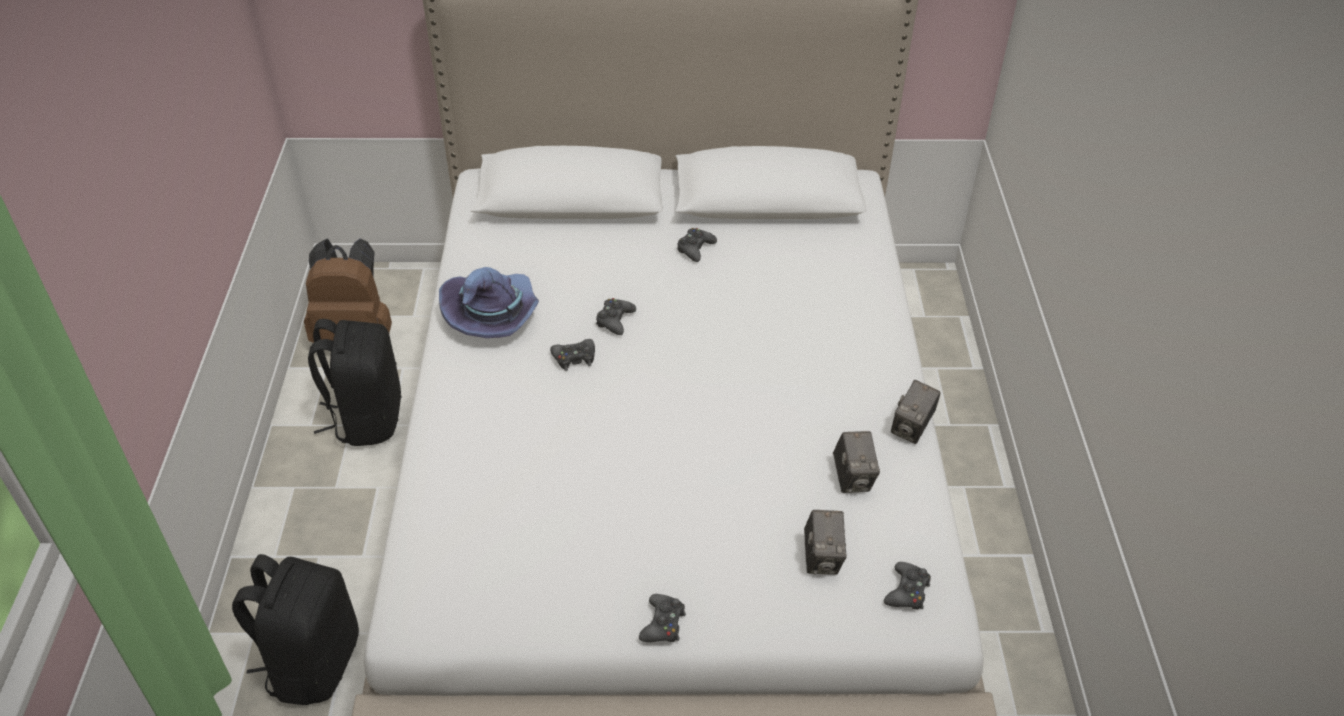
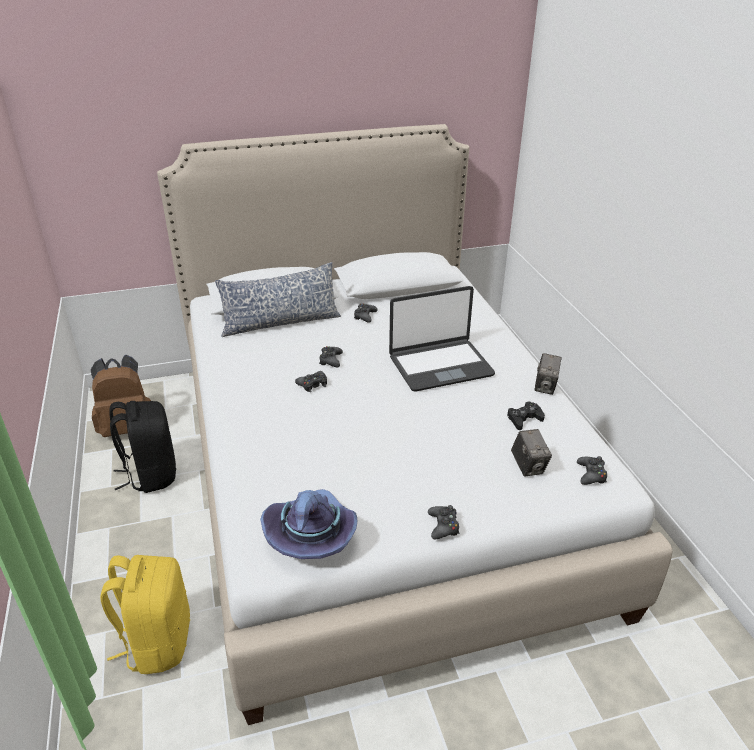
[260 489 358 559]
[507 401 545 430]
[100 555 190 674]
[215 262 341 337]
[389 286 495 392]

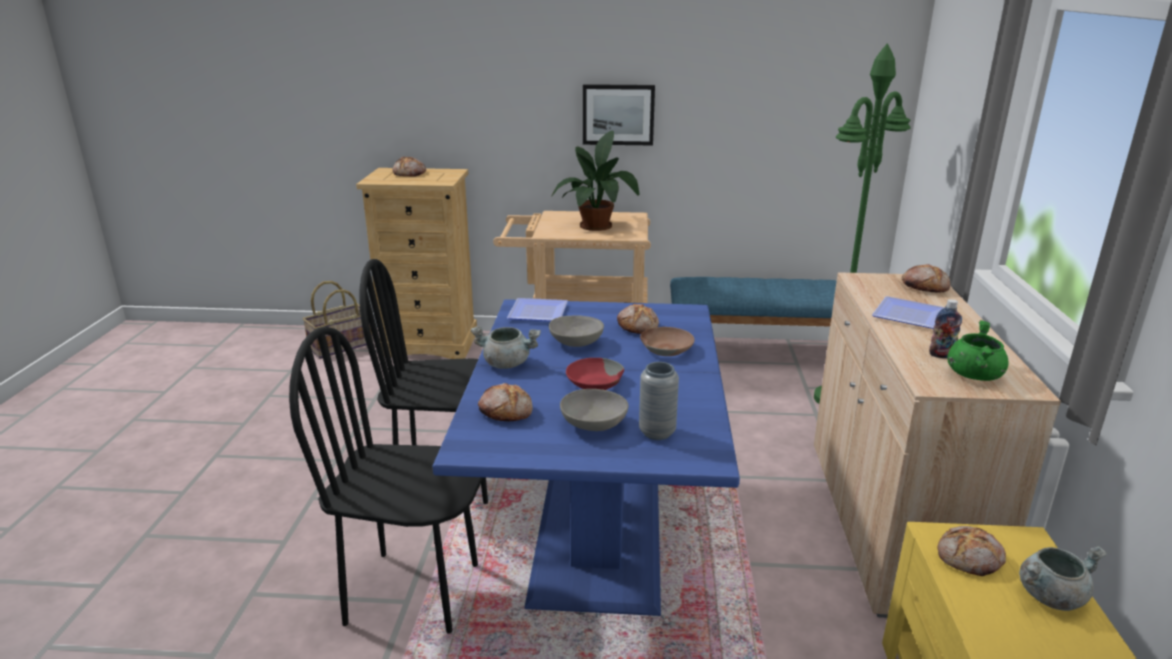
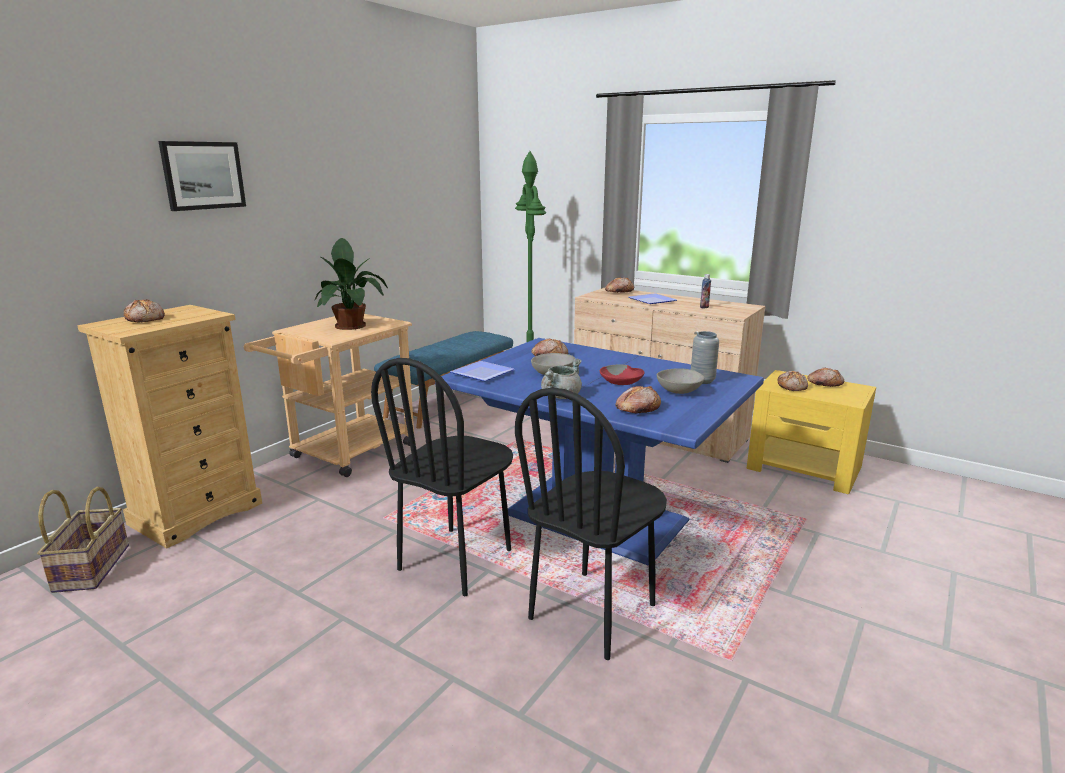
[158 141 246 211]
[948 320 1009 381] (first image)
[640 327 694 356] (first image)
[807 368 844 387]

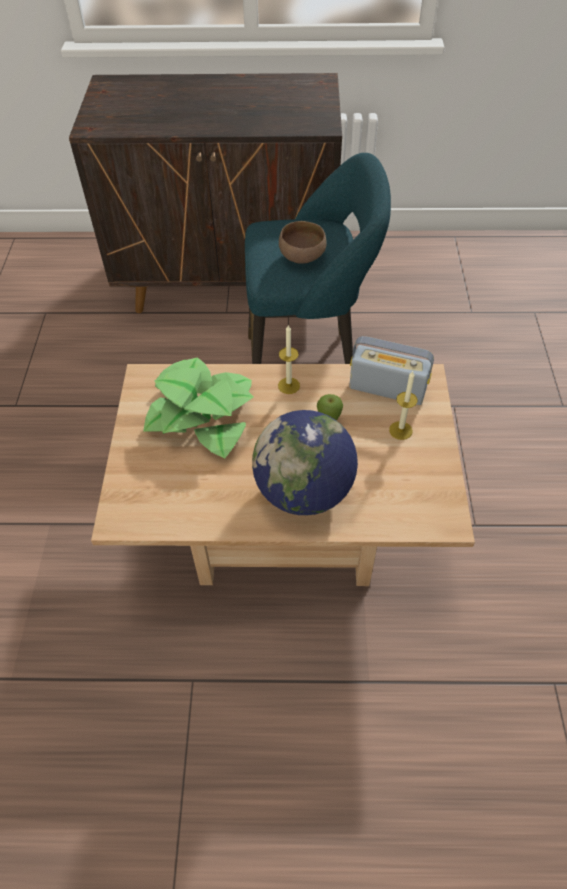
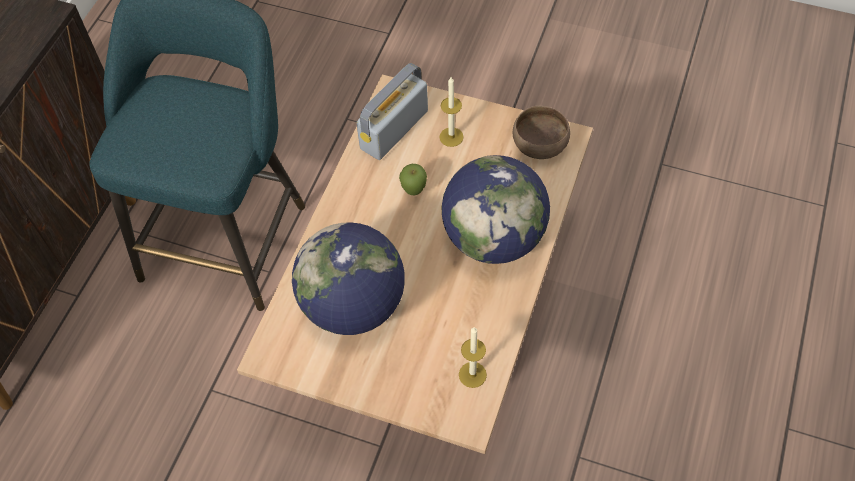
[513 106 570 159]
[459 327 487 388]
[292 222 405 335]

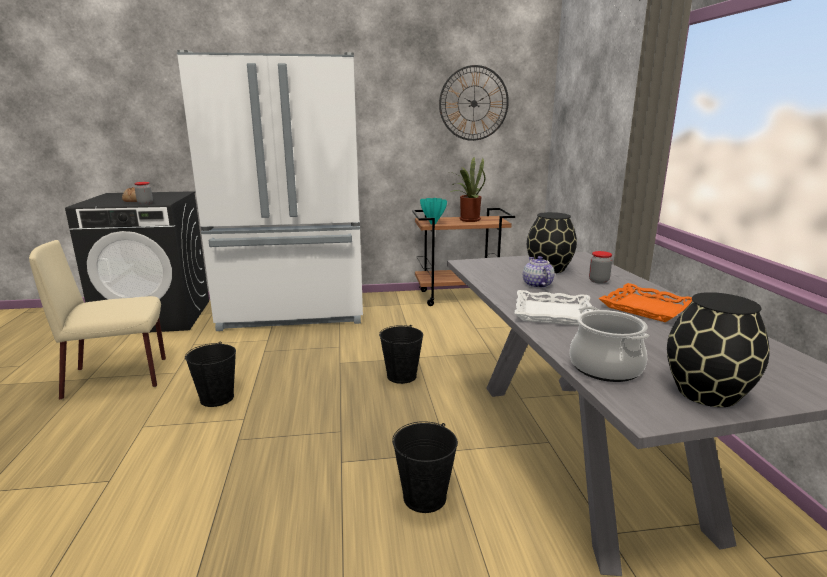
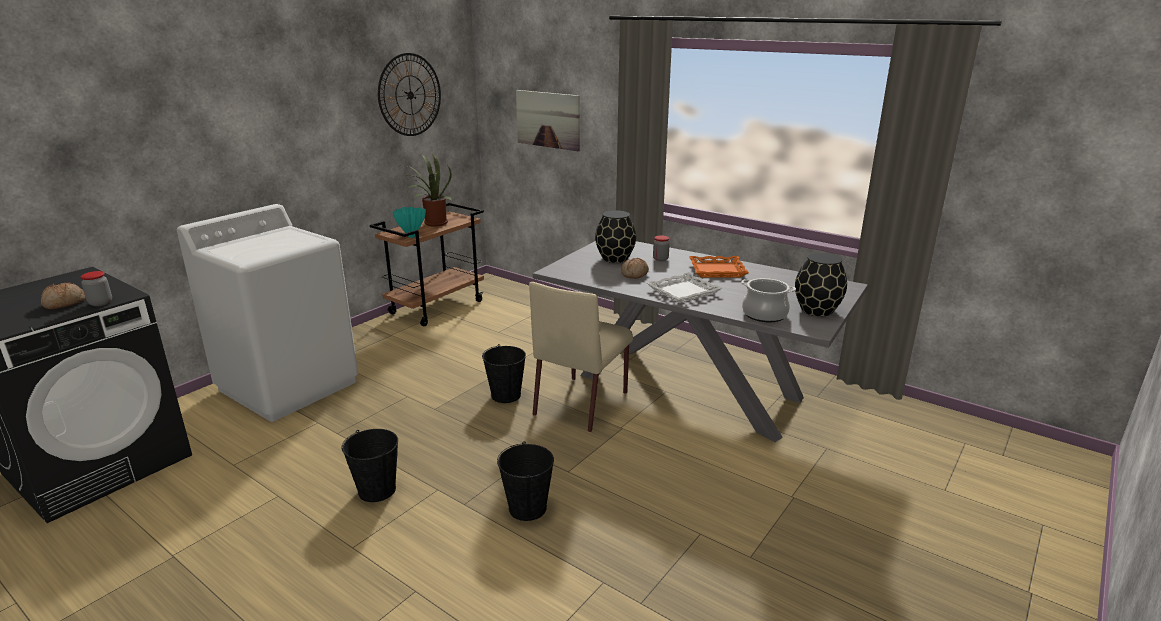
[177 204 358 422]
[529 282 633 432]
[621 258 649 279]
[497 441 554 521]
[516 90 580 151]

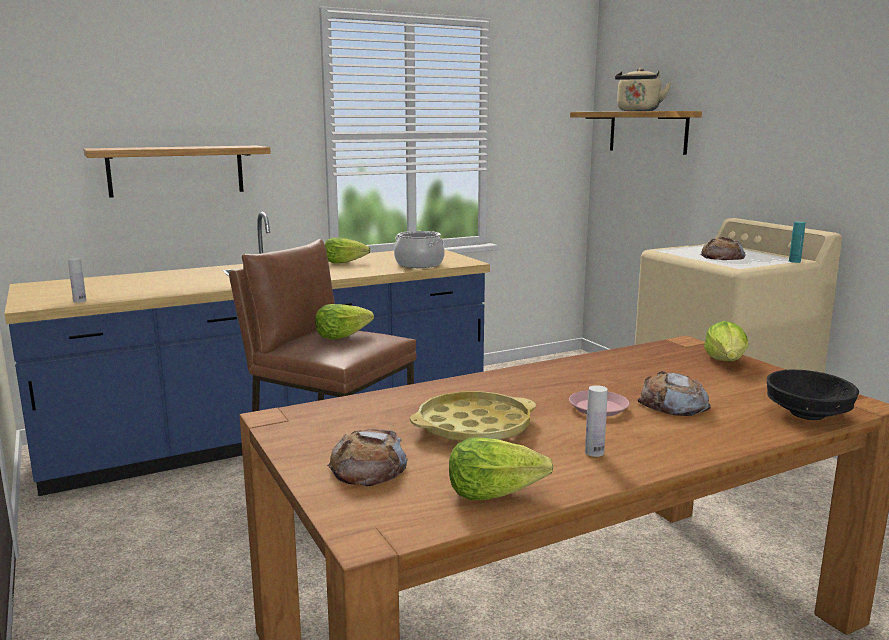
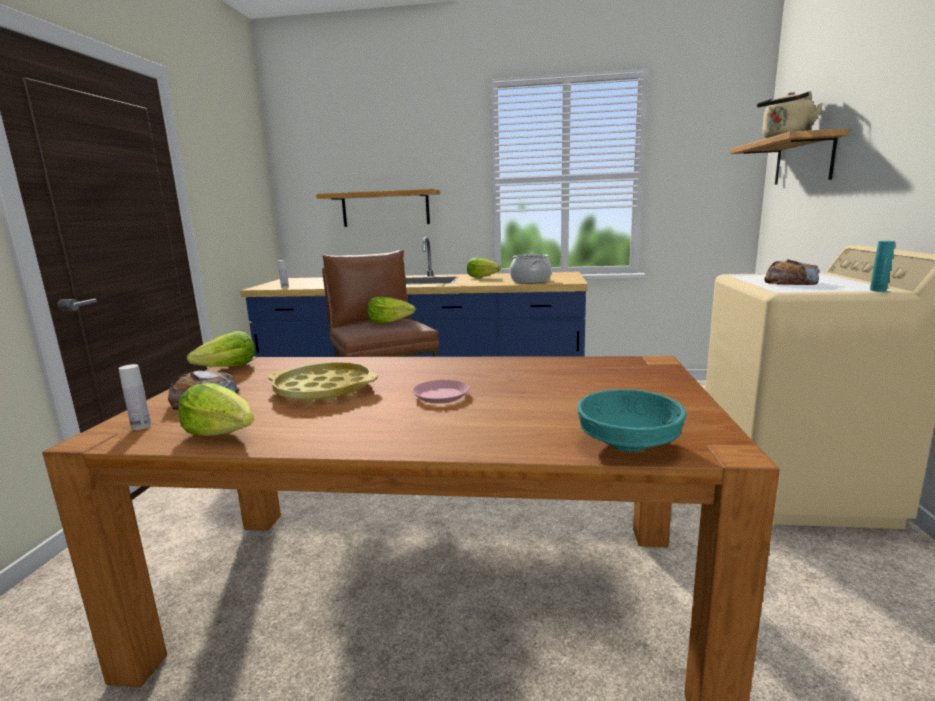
[187 331 255 367]
[577 389 687 452]
[638 371 711 416] (first image)
[119 364 151 430]

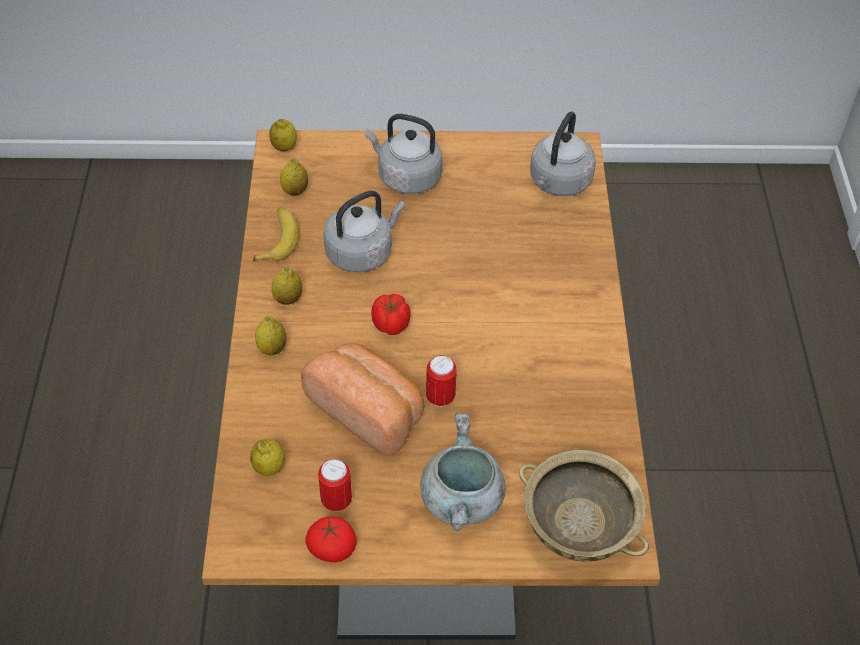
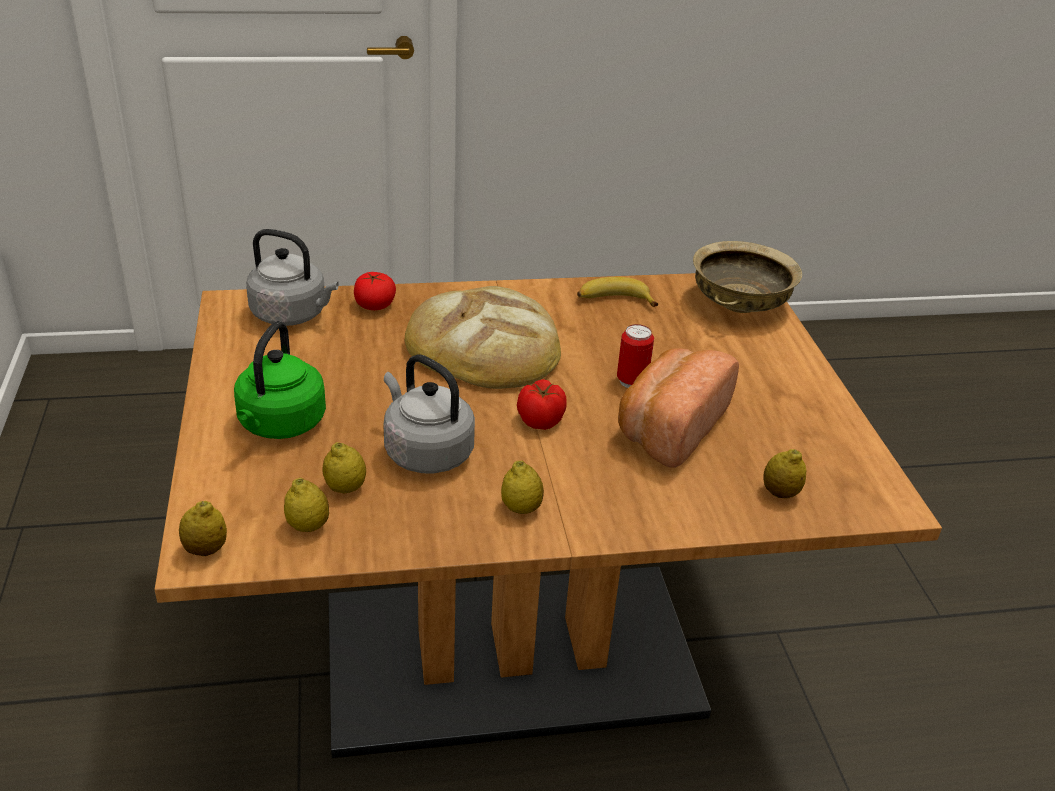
[234 321 326 439]
[577 277 658 307]
[322 442 366 493]
[420 413 506 531] (first image)
[318 459 352 512] (first image)
[354 272 396 310]
[405 286 561 389]

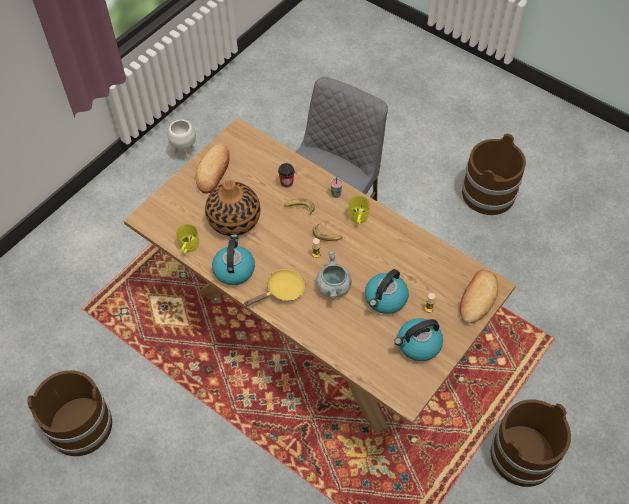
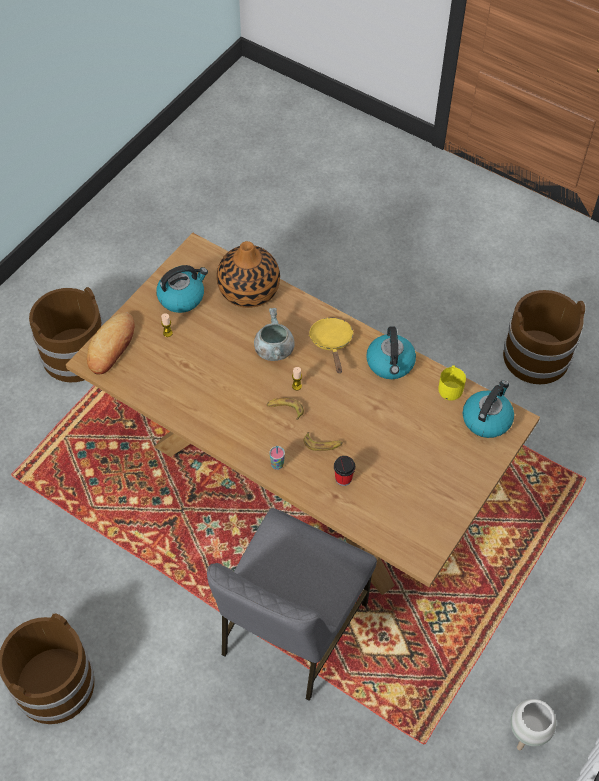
[196 144 230 194] (first image)
[217 241 280 308]
[349 196 370 224] (first image)
[309 318 354 373]
[463 380 514 438]

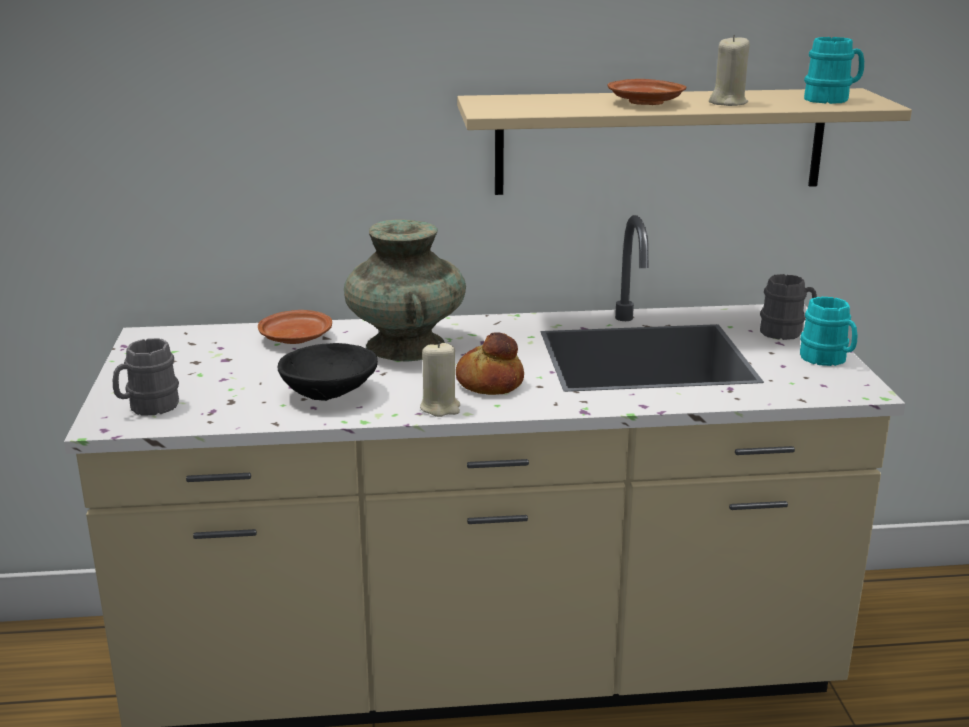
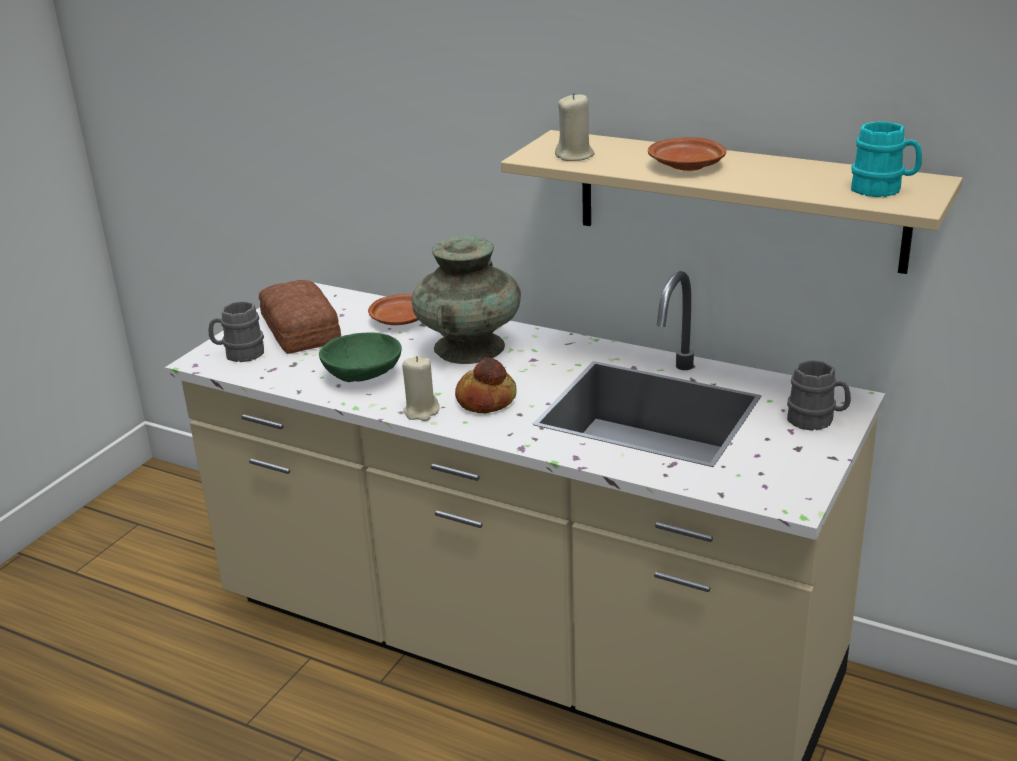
[555 93 595 161]
[800 297 857 366] (first image)
[319 333 402 382]
[259 280 341 354]

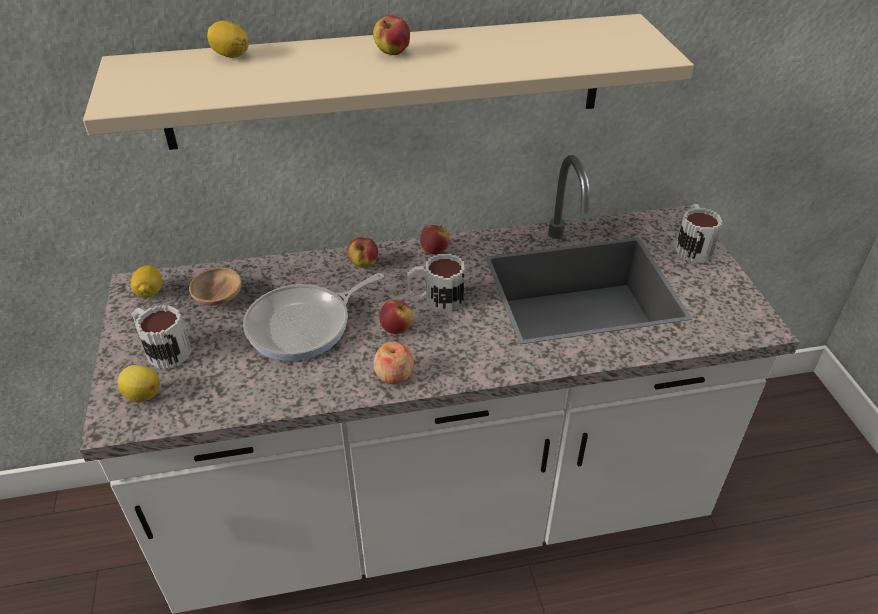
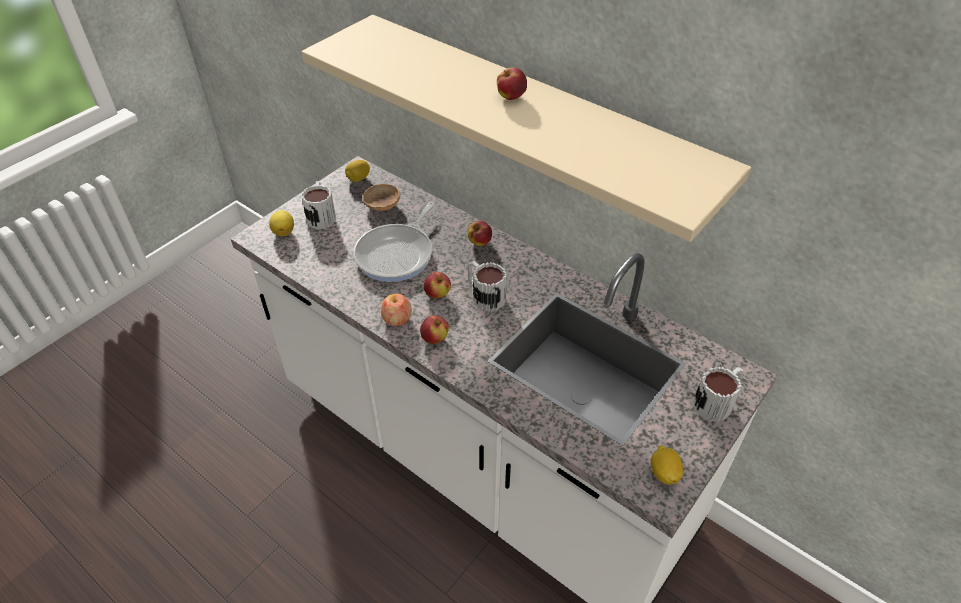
[651 445 683 485]
[420 315 449 344]
[353 202 435 282]

